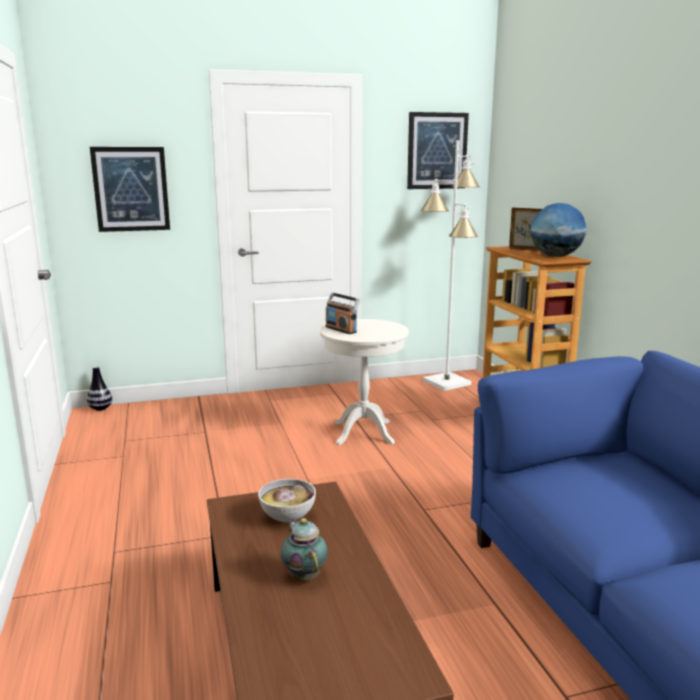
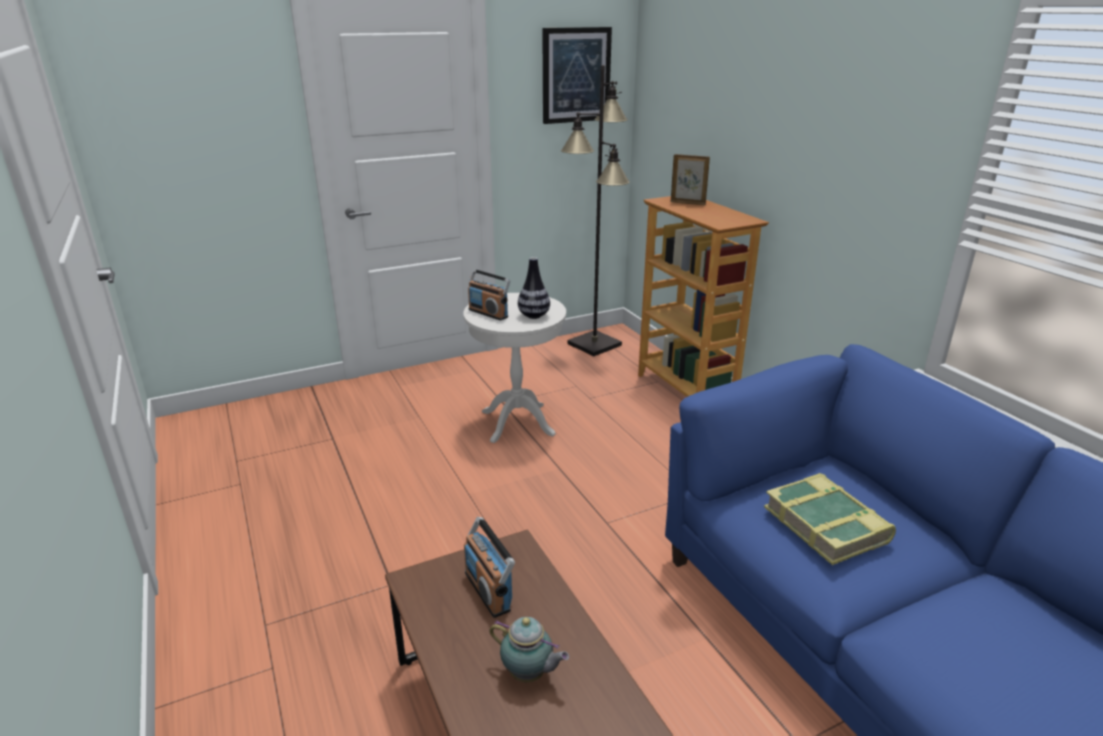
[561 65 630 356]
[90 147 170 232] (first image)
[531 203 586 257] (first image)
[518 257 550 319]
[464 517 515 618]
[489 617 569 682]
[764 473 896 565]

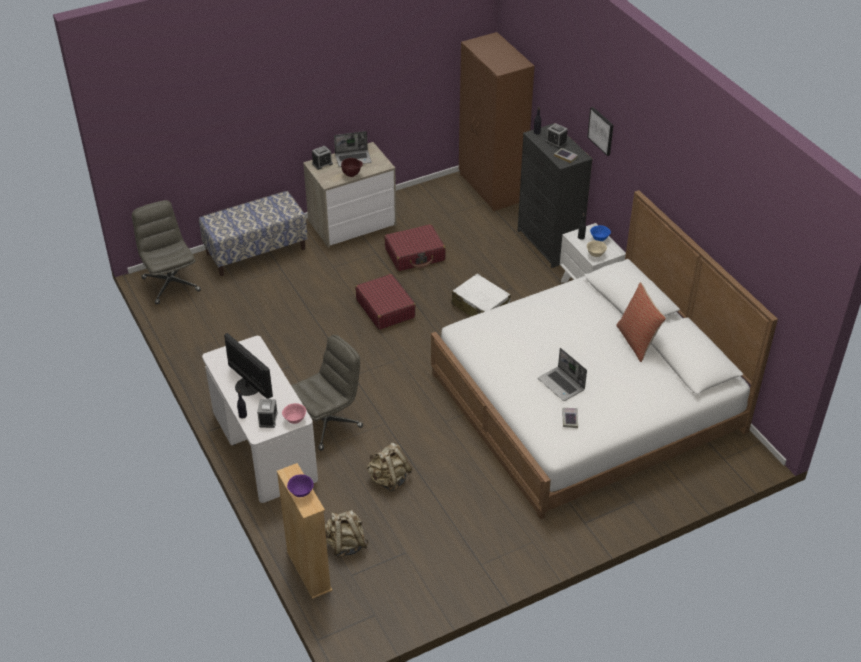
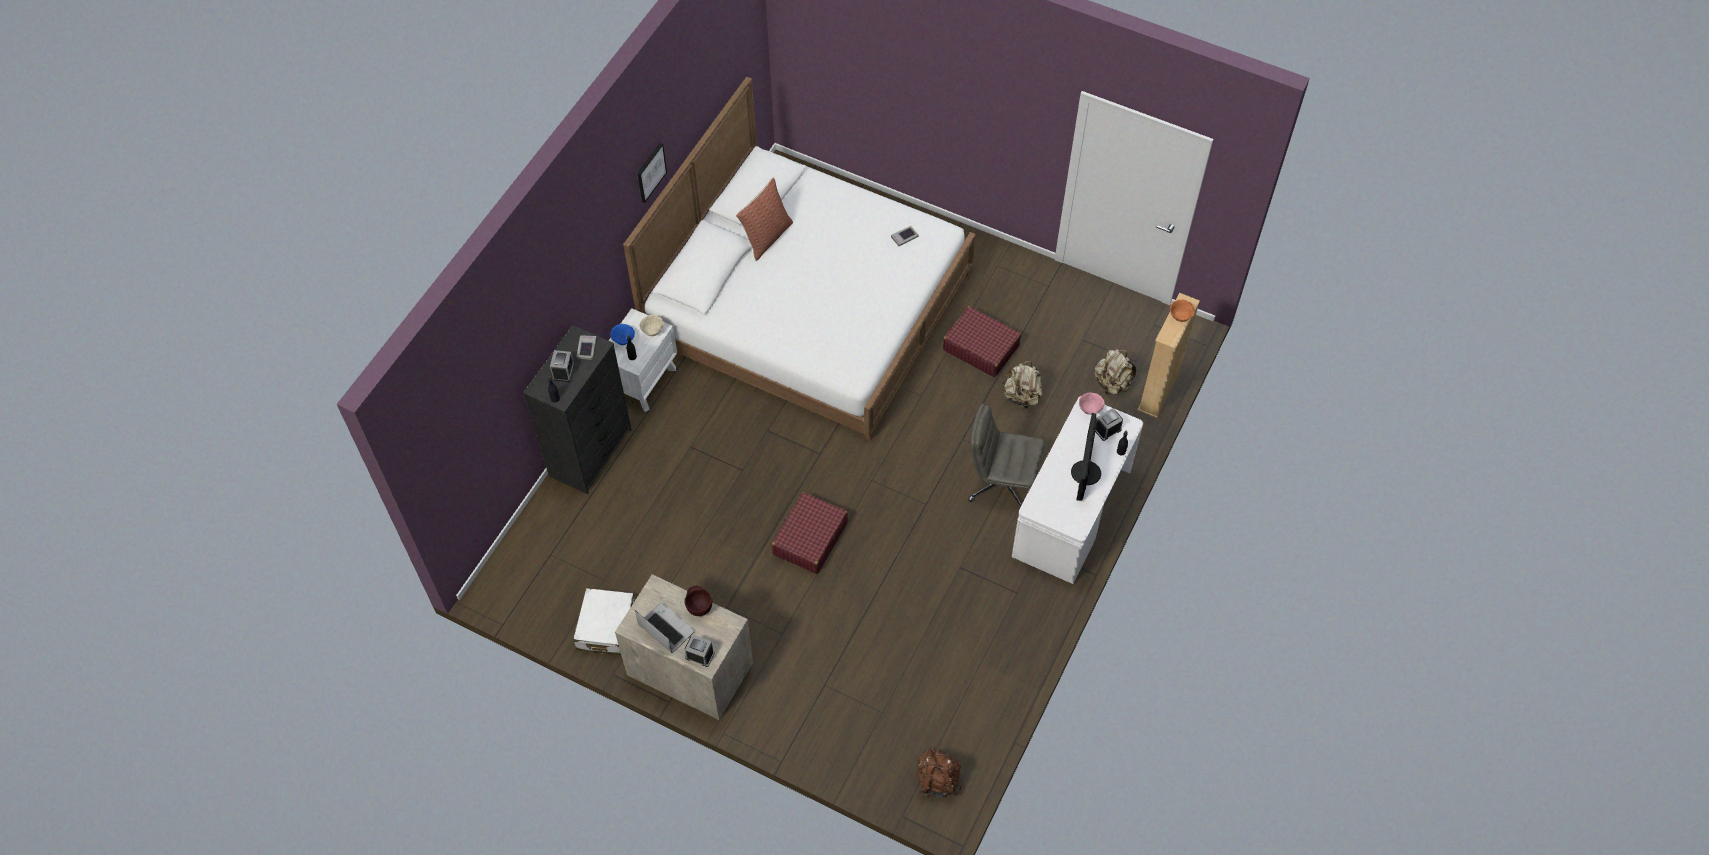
[459 32 534 211] (first image)
[637 143 667 203]
[199 191 308 276] (first image)
[916 746 961 797]
[943 306 1021 377]
[573 588 635 655]
[538 348 587 401] (first image)
[1170 299 1195 322]

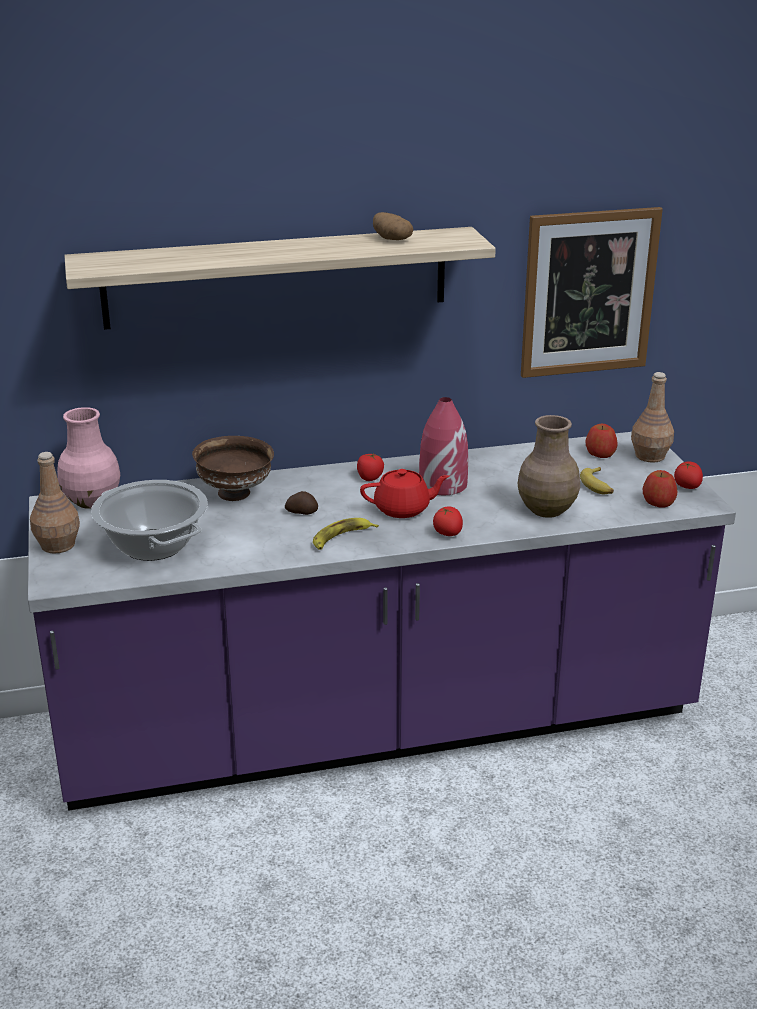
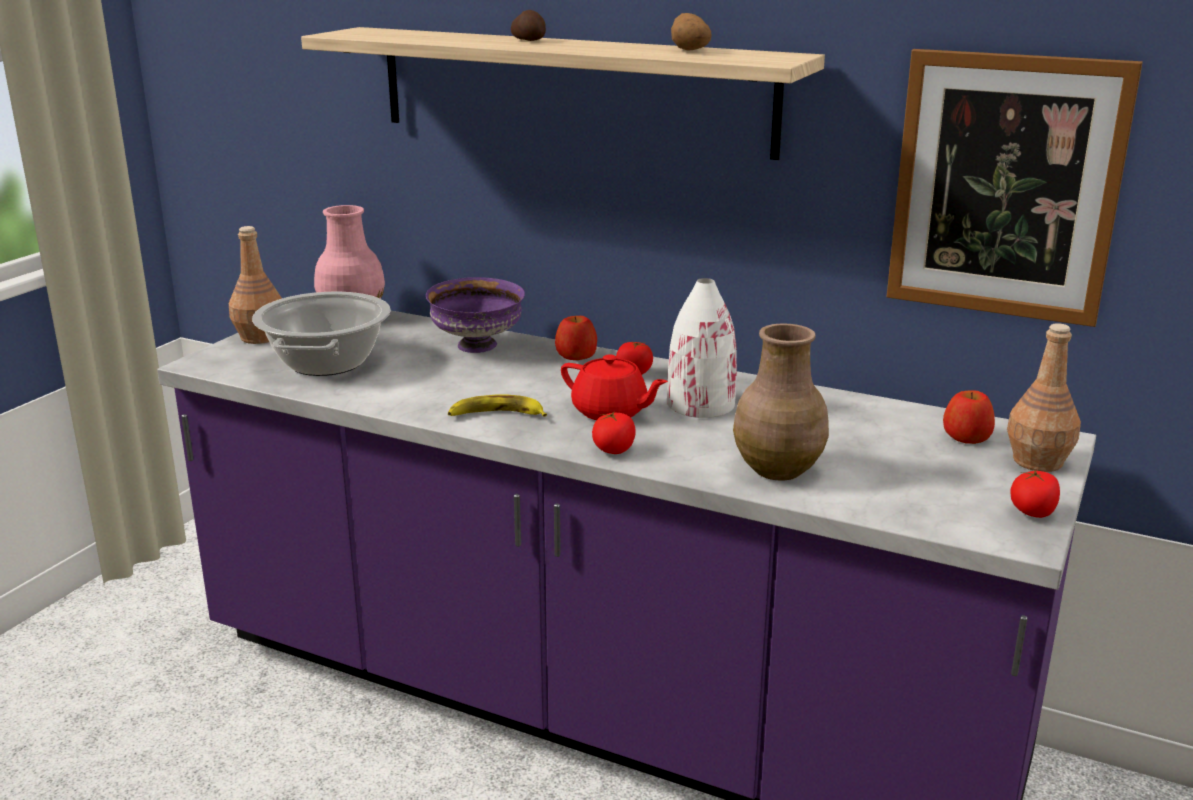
[667 278 737 418]
[426 277 525 353]
[580 467 614 495] (first image)
[555 316 597 360]
[511 10 546 41]

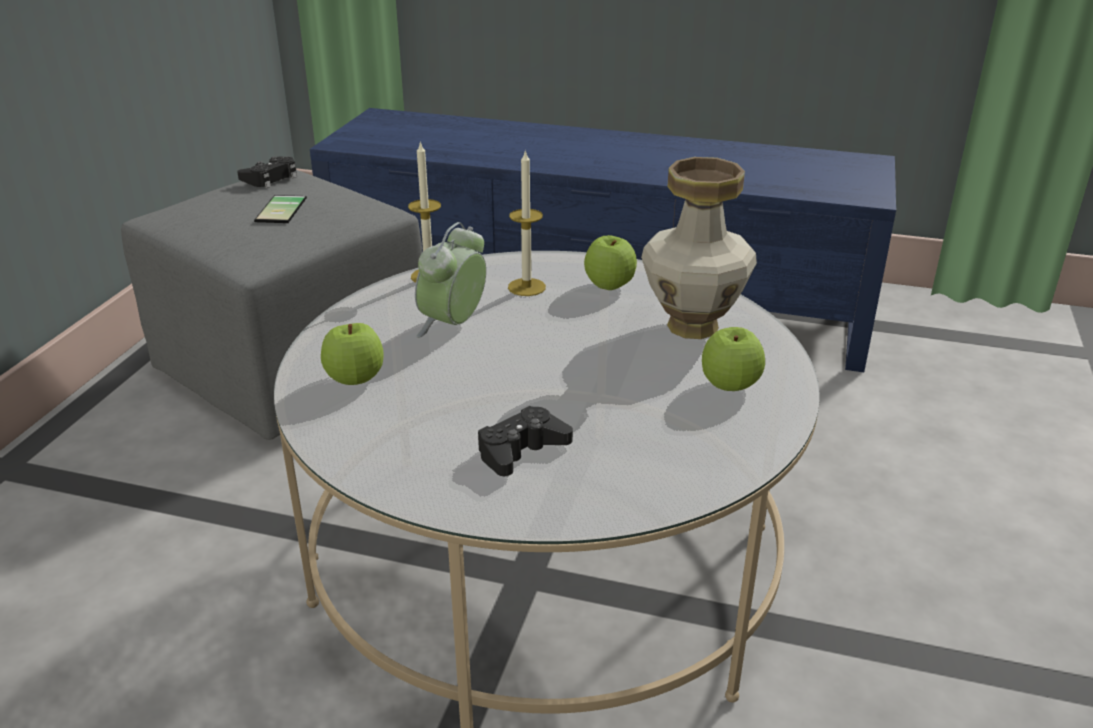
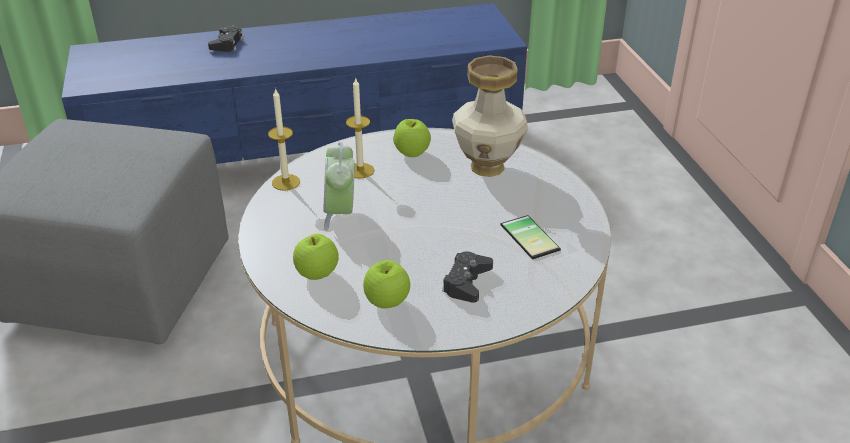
[208 26 244 52]
[501 215 561 259]
[363 260 410 308]

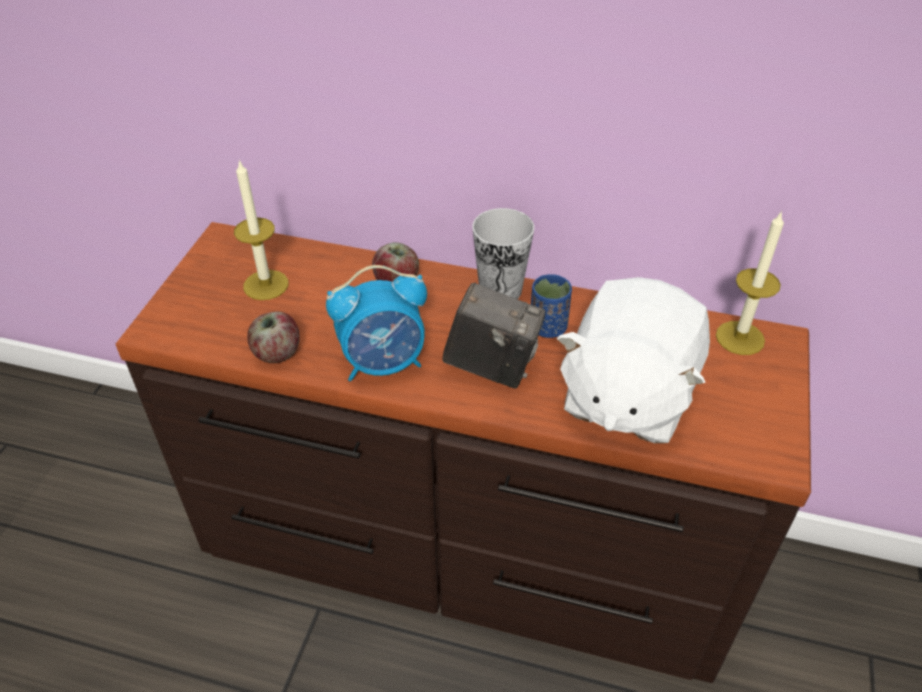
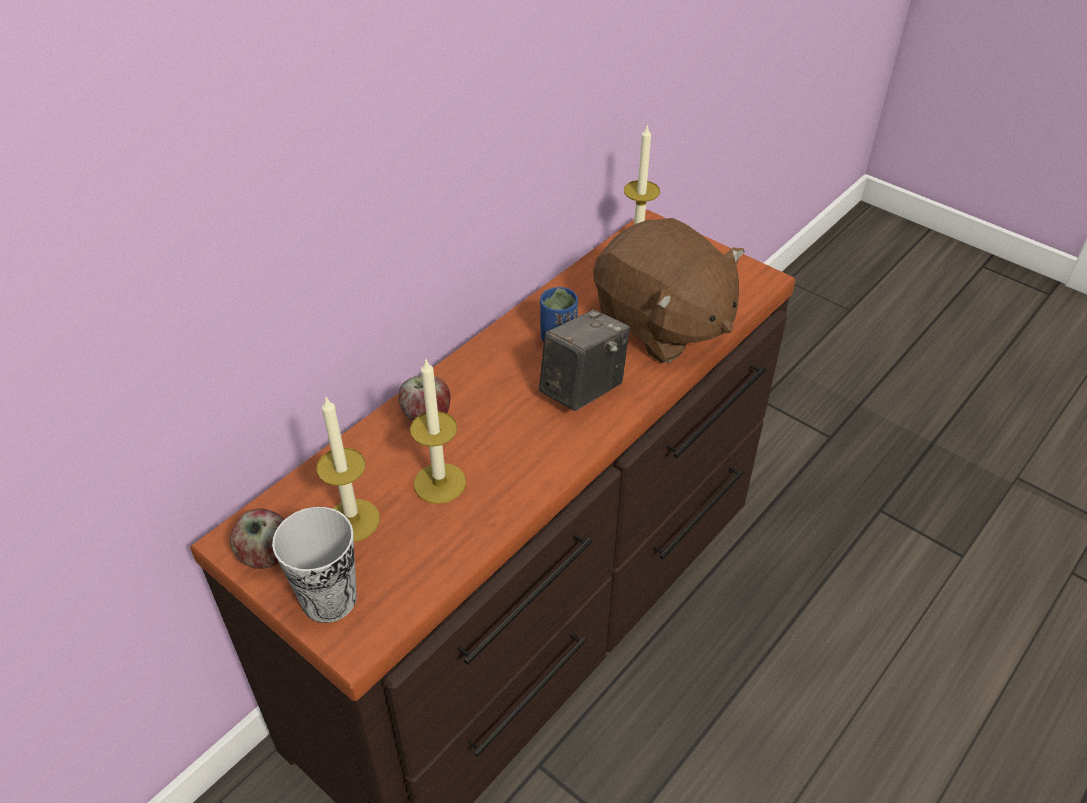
[272 507 357 623]
[326 265 427 381] (first image)
[593 218 745 363]
[230 509 285 569]
[410 358 466 504]

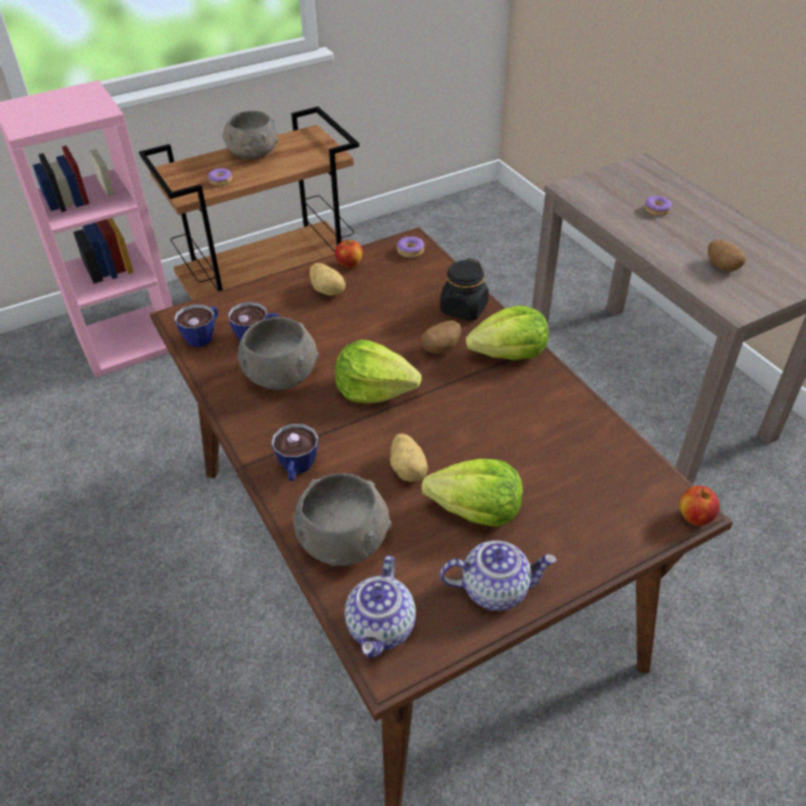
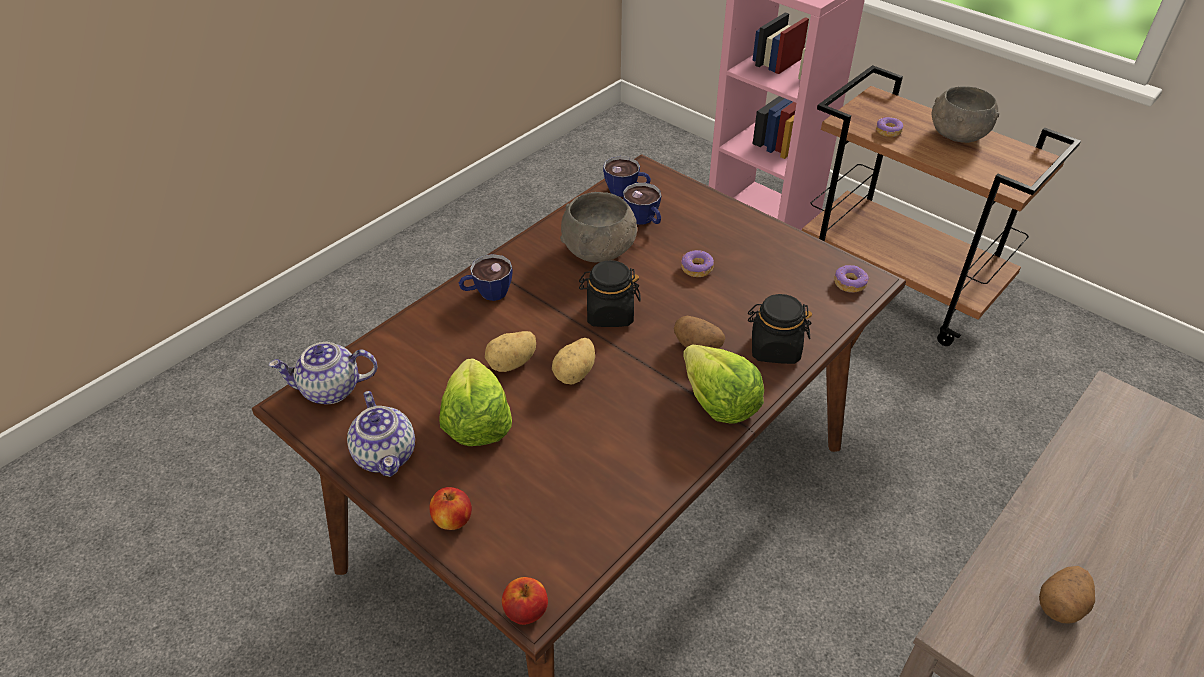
[681 250 714 277]
[429 487 472 530]
[552 338 595 384]
[579 260 641 327]
[293 473 391 566] (first image)

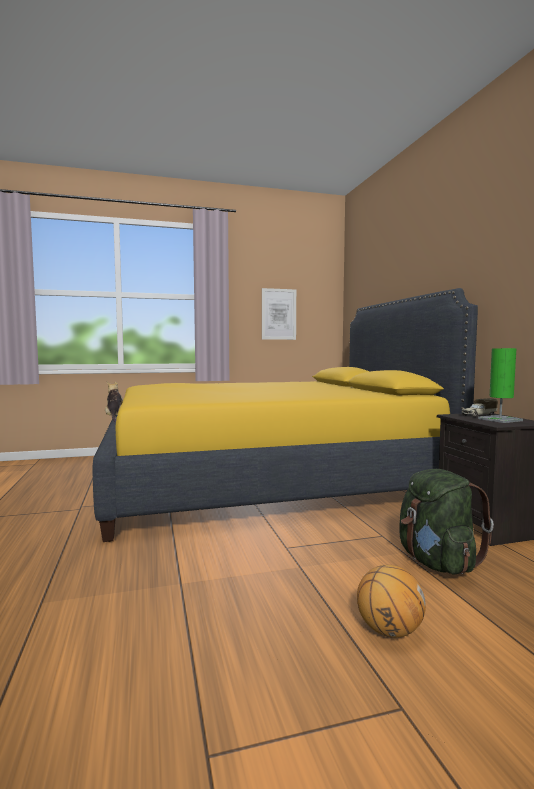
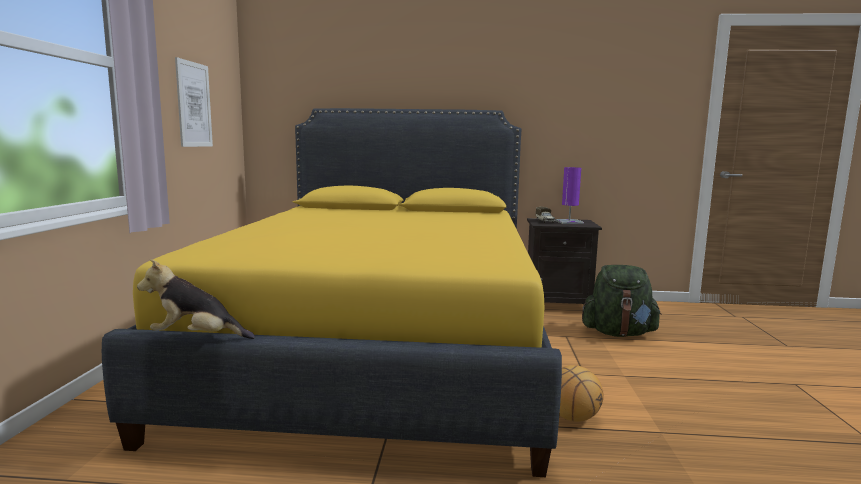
[555 167 584 224]
[559 365 604 422]

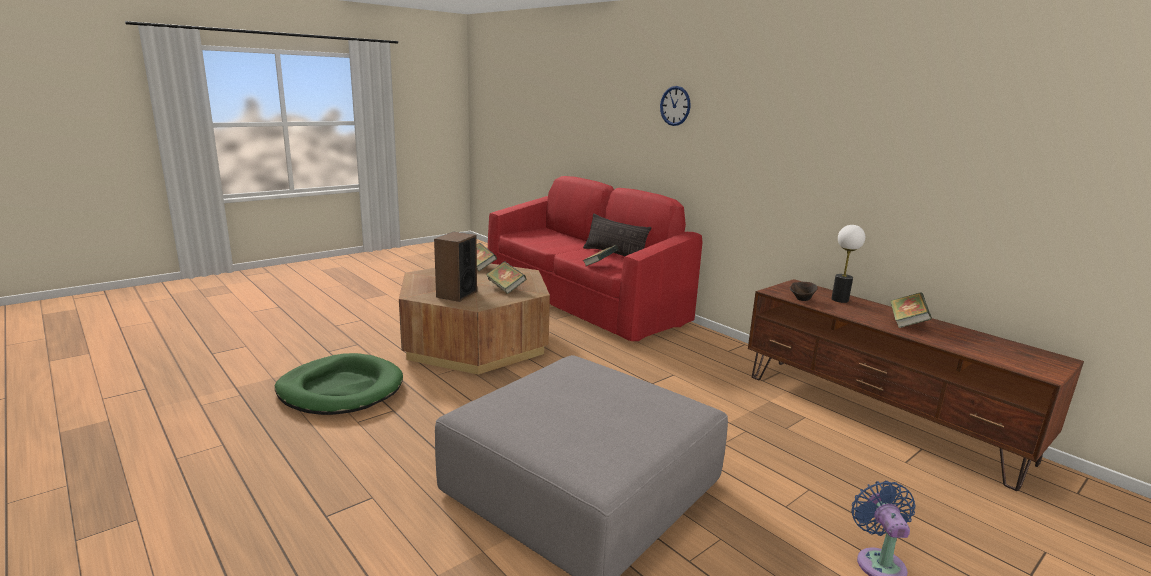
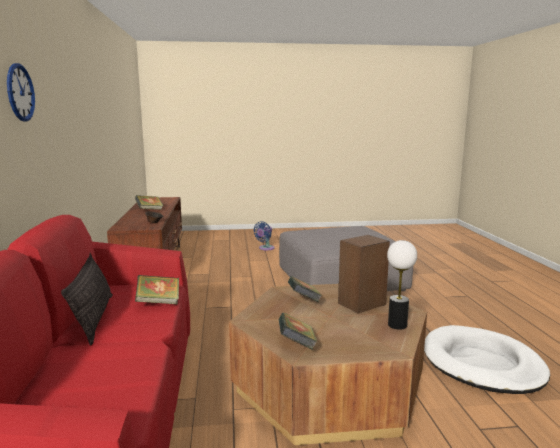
[387 240 417 330]
[424 325 550 394]

